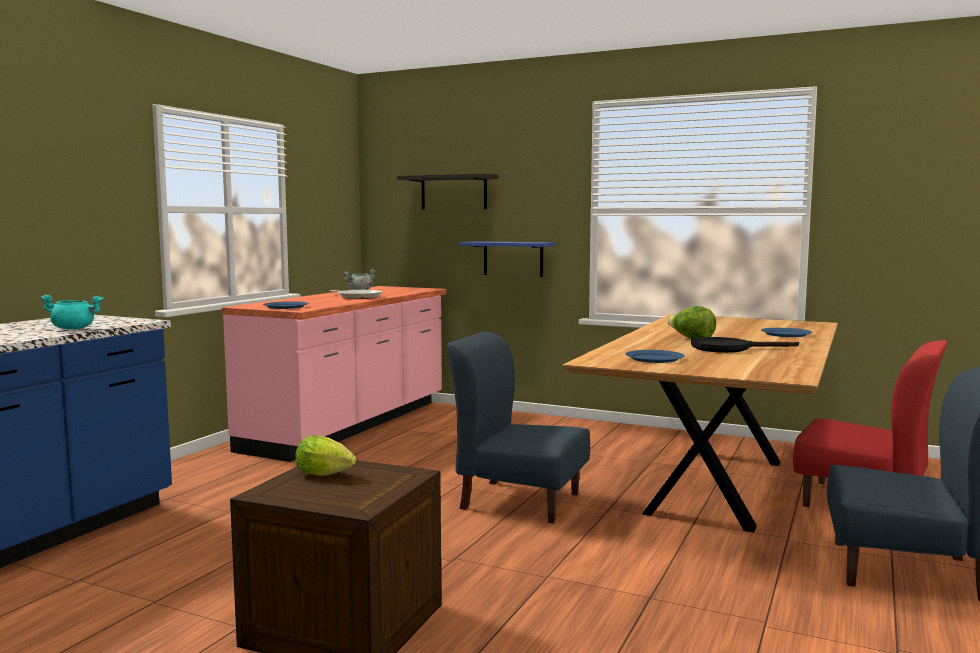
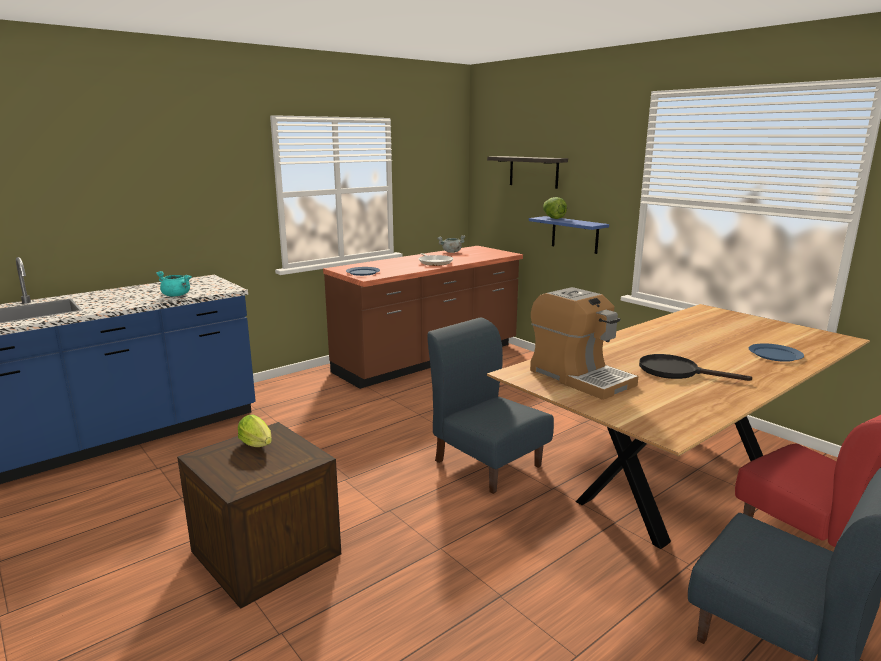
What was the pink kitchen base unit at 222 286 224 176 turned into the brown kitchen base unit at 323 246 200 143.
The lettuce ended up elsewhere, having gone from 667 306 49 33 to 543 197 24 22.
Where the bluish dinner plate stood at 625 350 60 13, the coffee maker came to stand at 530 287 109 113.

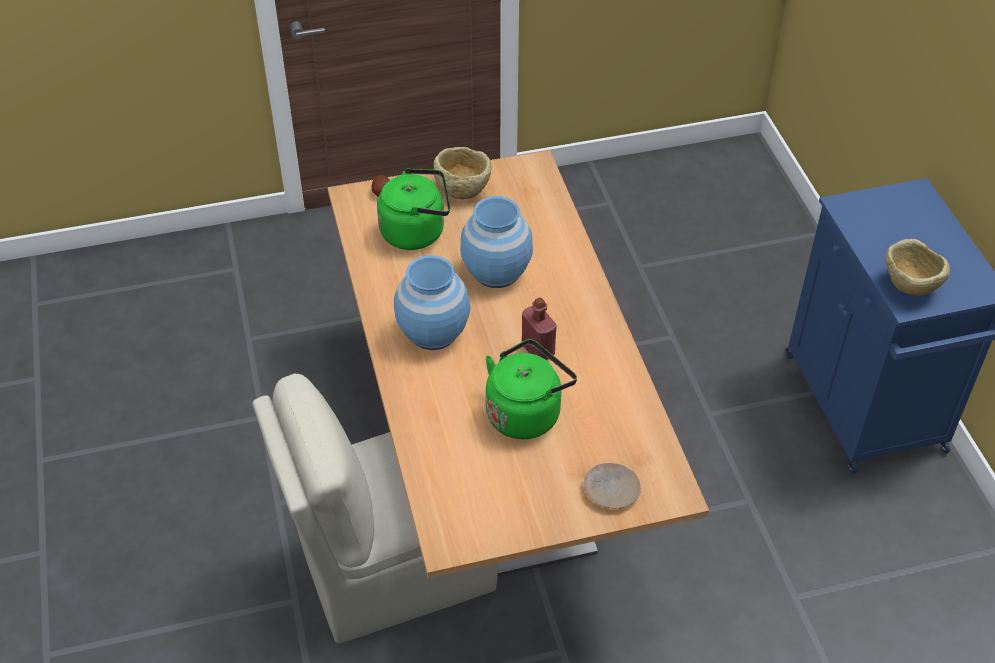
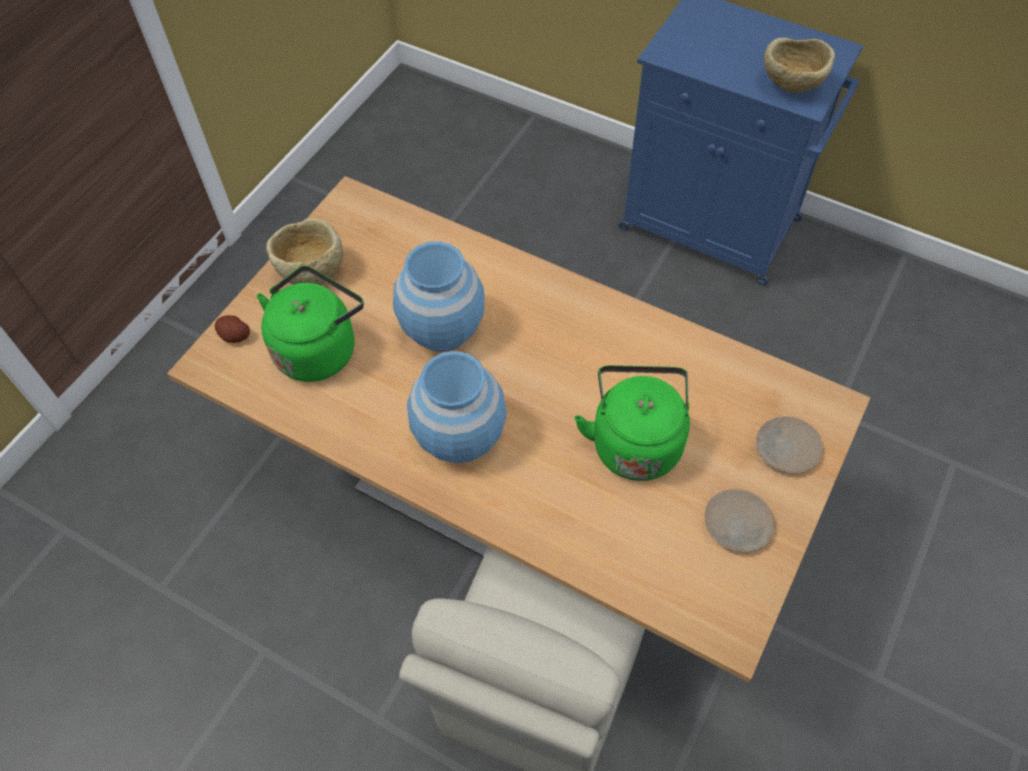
The second view lost the red-coloured bottle at 522 297 35 63.
The second view gained the beige-coloured dinner plate at 705 489 69 63.

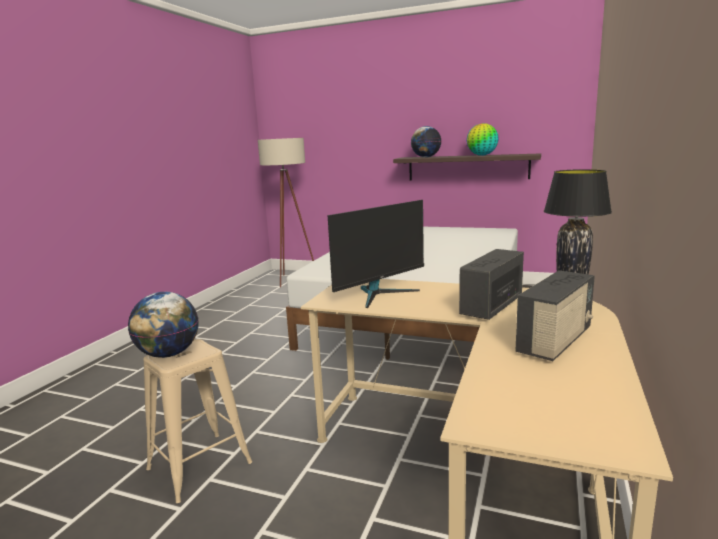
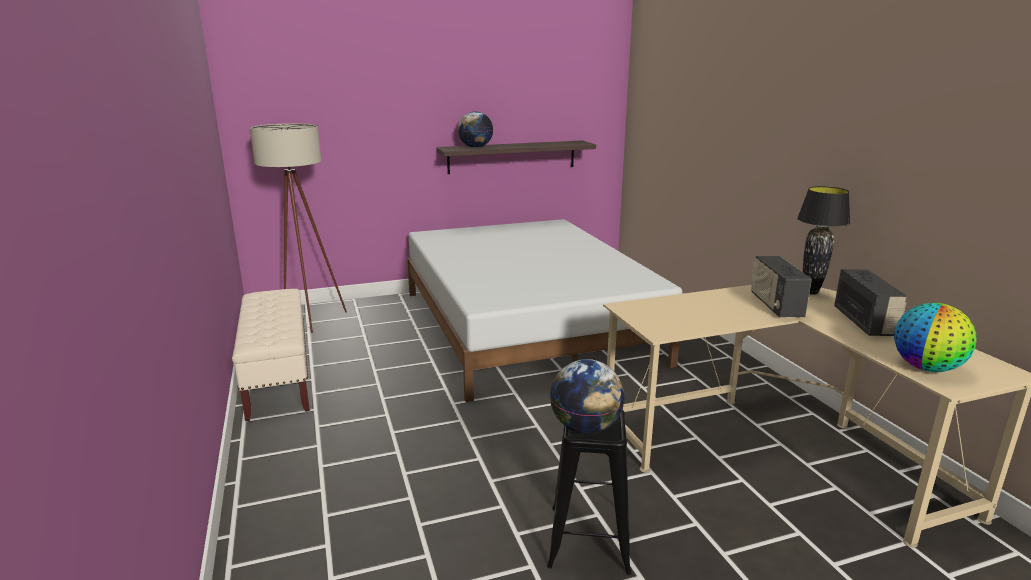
The desk globe ended up elsewhere, having gone from 466 123 33 33 to 894 303 83 69.
The second view lost the monitor at 328 200 96 108.
What was the beige-coloured stool seat at 143 339 109 164 turned into the blackish stool seat at 547 409 85 166.
The second view gained the beige-coloured bench at 232 289 78 132.

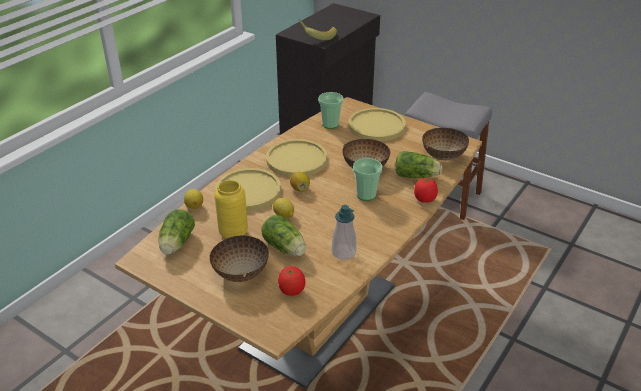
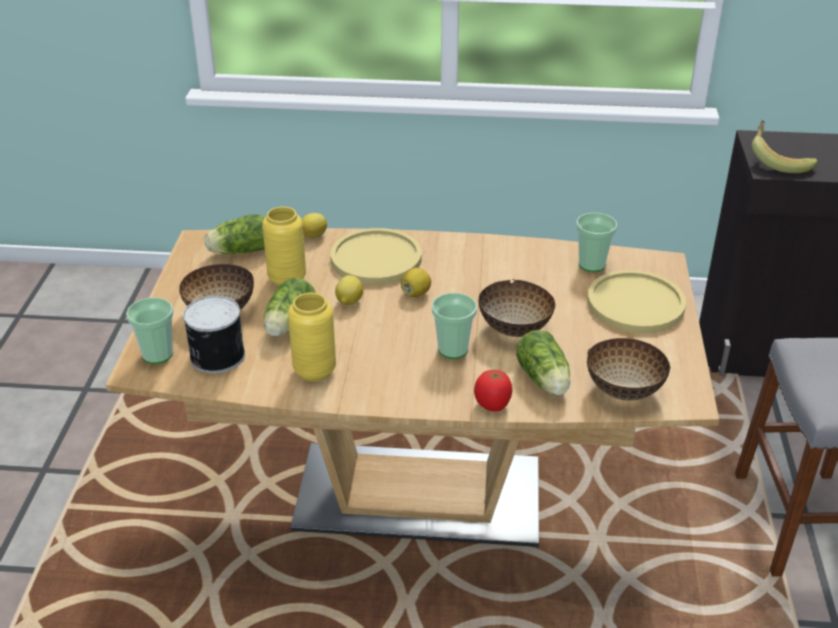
The second view lost the yellowish dinner plate at 266 139 61 38.
Where the liquid soap bottle stood at 332 205 24 55, the yellowish flower vase came to stand at 288 293 48 89.
Where the whole tomato stood at 278 266 28 30, the metal can came to stand at 183 296 62 78.
The second view gained the drinking cup at 126 298 48 66.

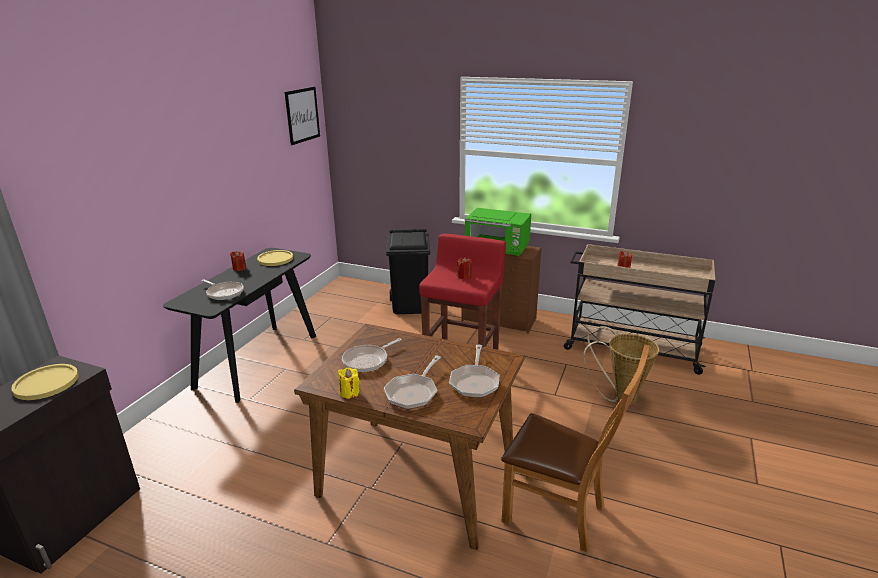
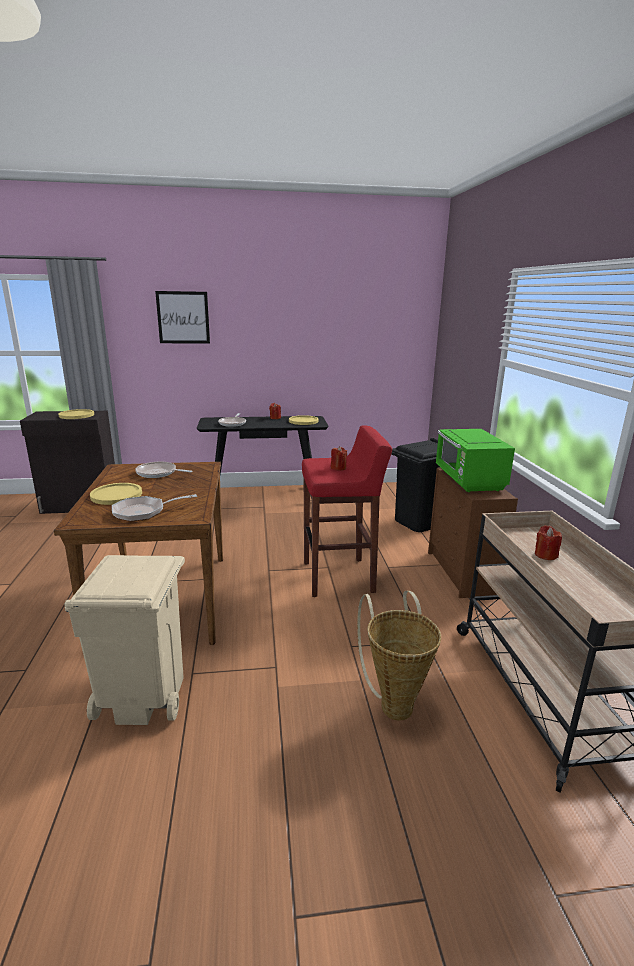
The wall picture ended up elsewhere, having gone from 285 87 35 58 to 155 291 55 53.
Where the brown upright chair stood at 501 345 148 207, the beige-coloured waste bin came to stand at 65 555 120 170.
Where the frying pan stood at 384 356 57 53, the yellowish dinner plate came to stand at 90 483 52 22.
The second view lost the yellowish wax candle at 338 367 22 32.

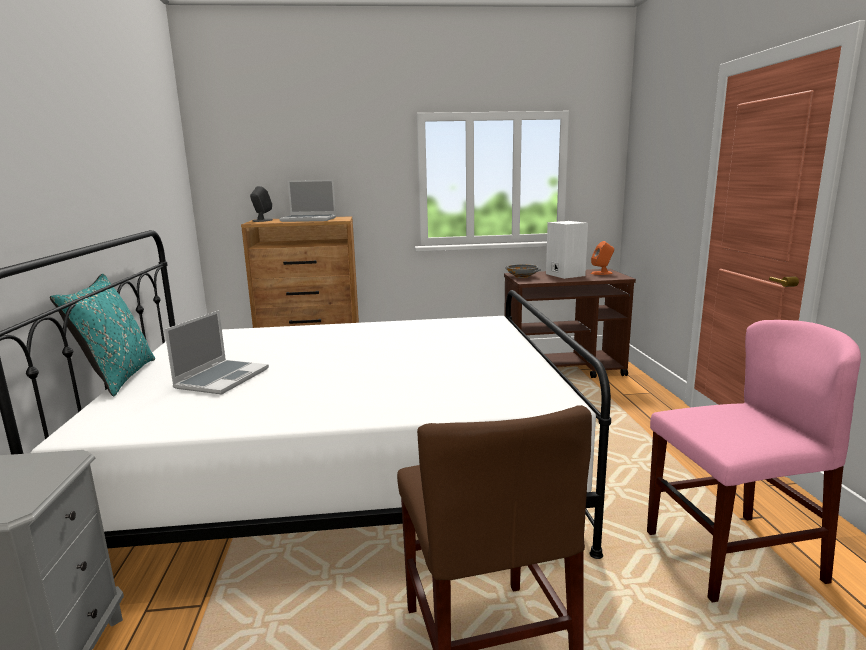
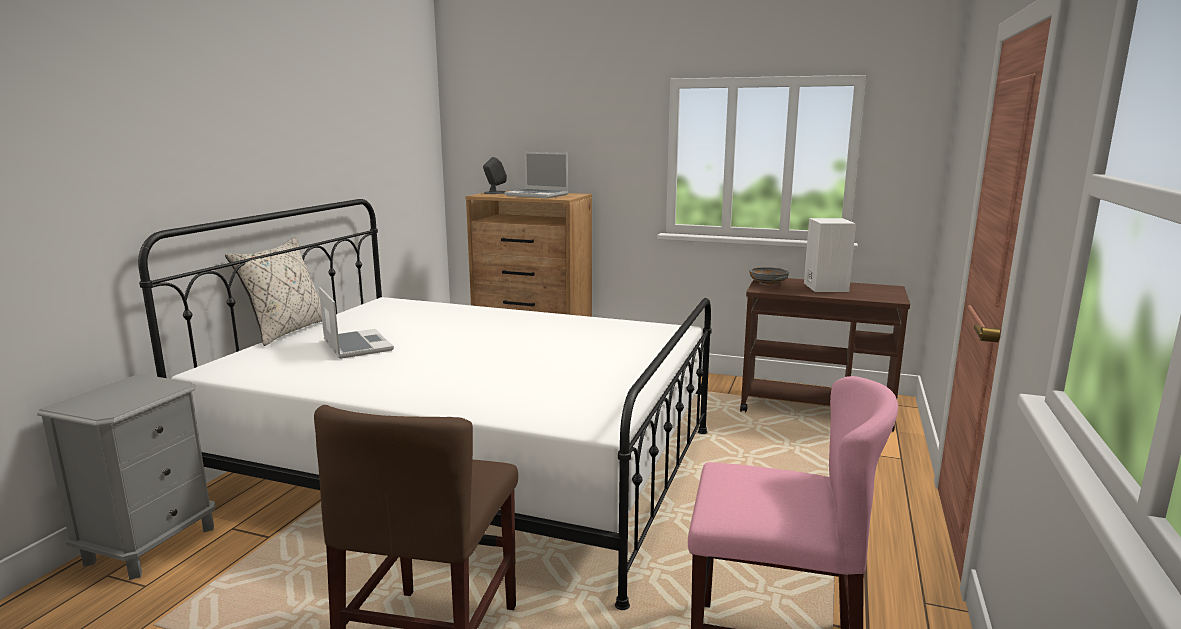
The second view lost the orangey speaker at 591 241 23 34.
What was the turquoise-coloured cushion at 50 273 105 124 turned into the beige-coloured cushion at 225 237 97 109.
The portable computer at 164 310 105 85 ended up facing another way, 75 degrees counterclockwise from before.

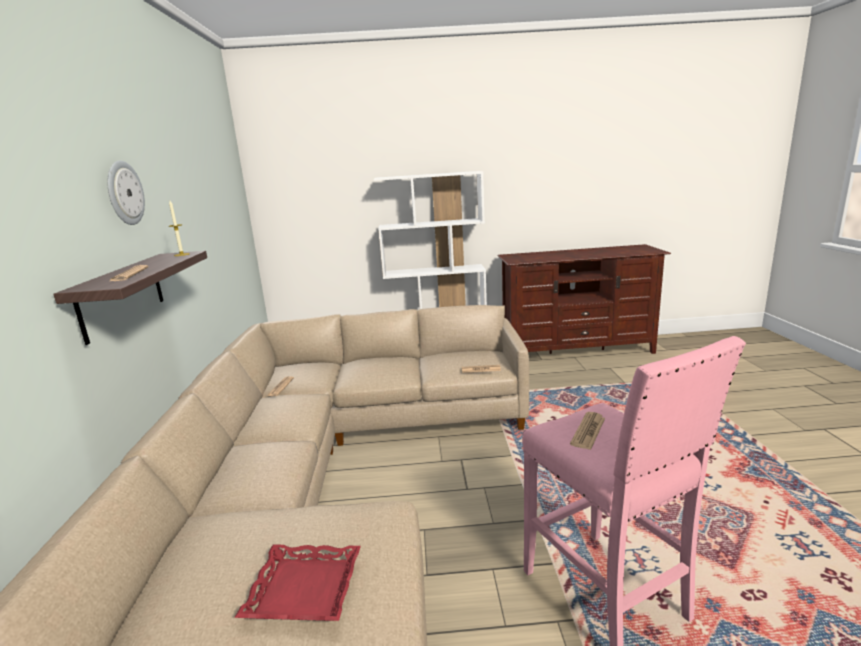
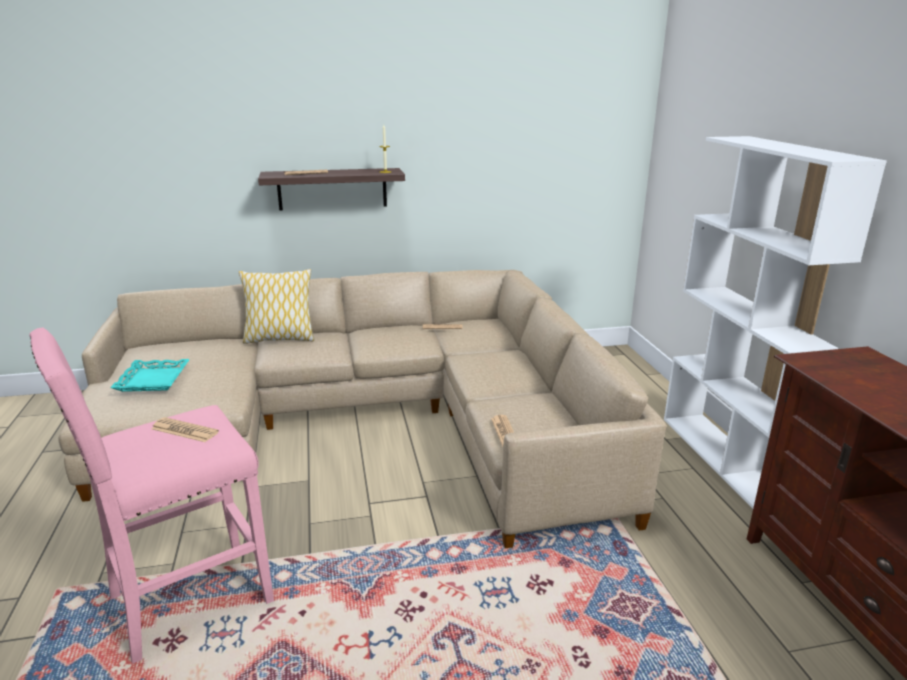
The second view lost the clock on the wall at 107 161 38 64.
What was the red-coloured serving tray at 235 545 126 76 turned into the turquoise-coloured serving tray at 110 359 80 33.
The second view gained the cushion at 239 269 76 75.

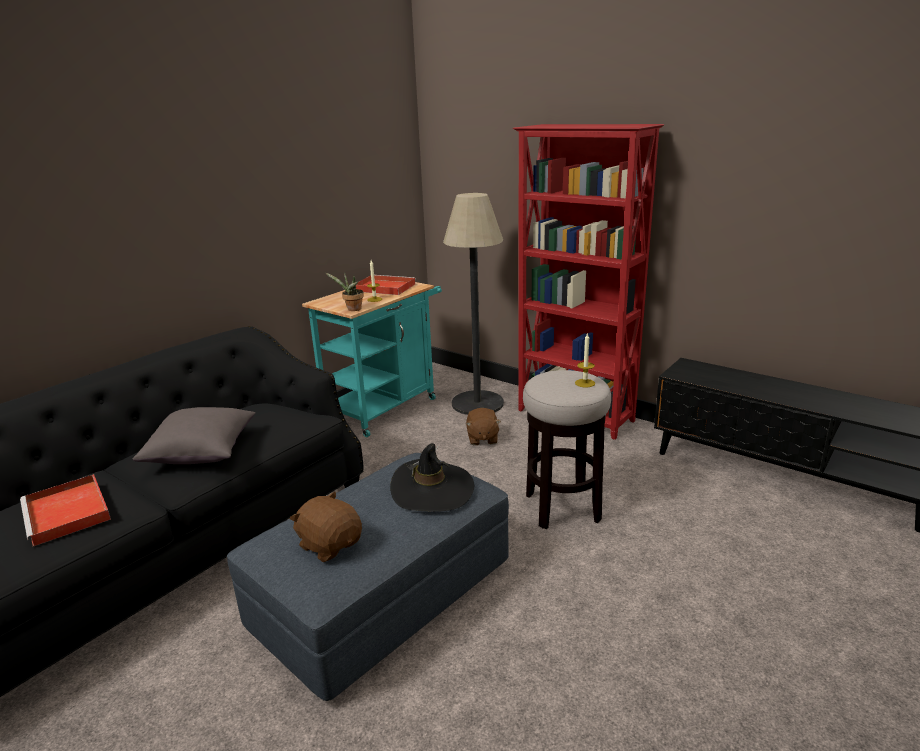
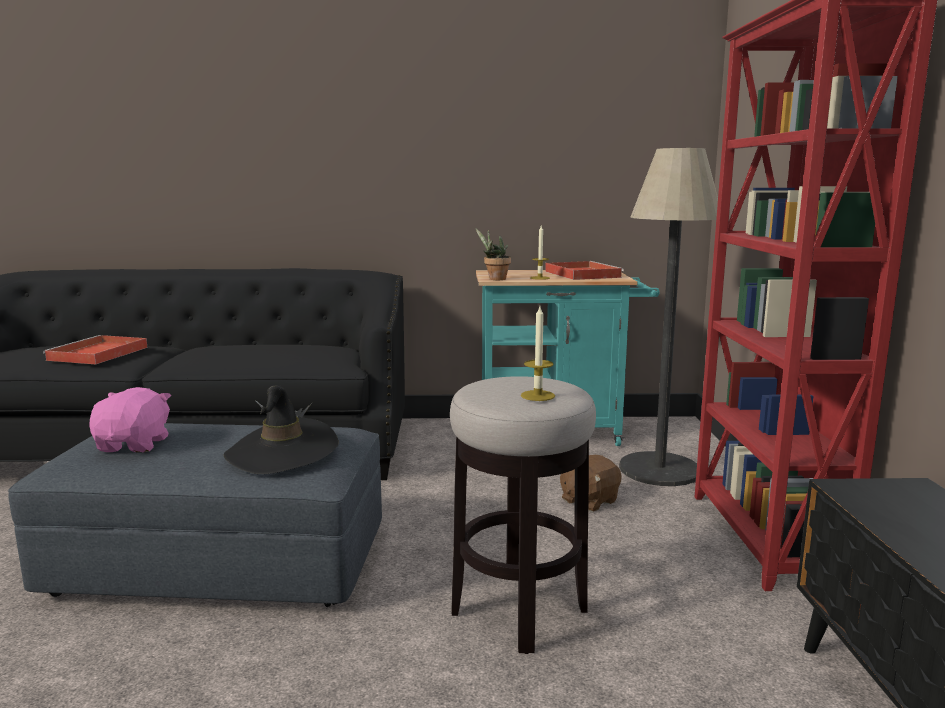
The second view lost the grey cushion at 133 407 123 57.
What was the brown cuddly toy at 290 491 72 71 turned into the pink cuddly toy at 89 387 82 66.

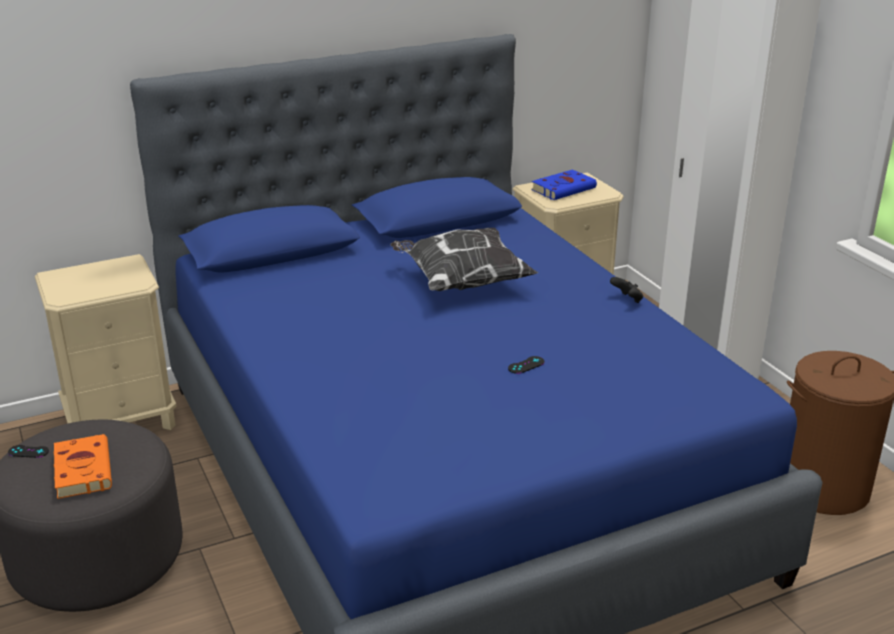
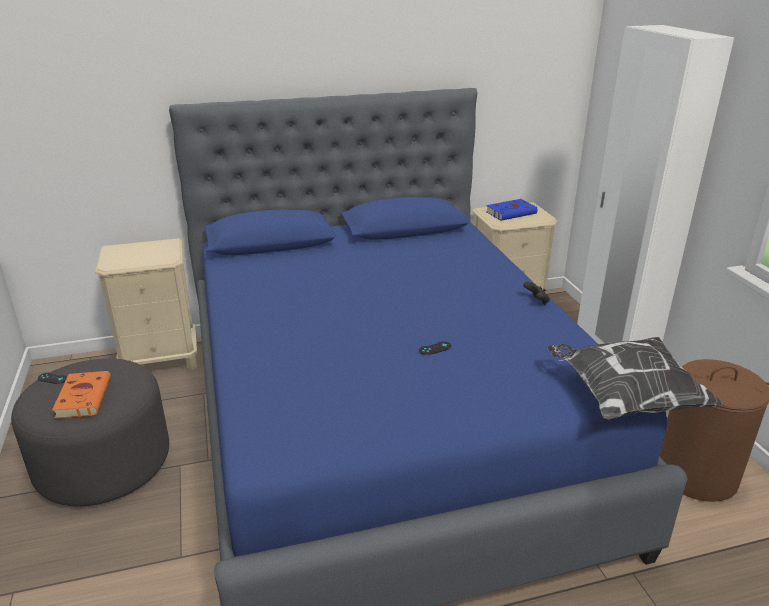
The cushion ended up elsewhere, having gone from 390 228 148 63 to 547 337 179 82.

